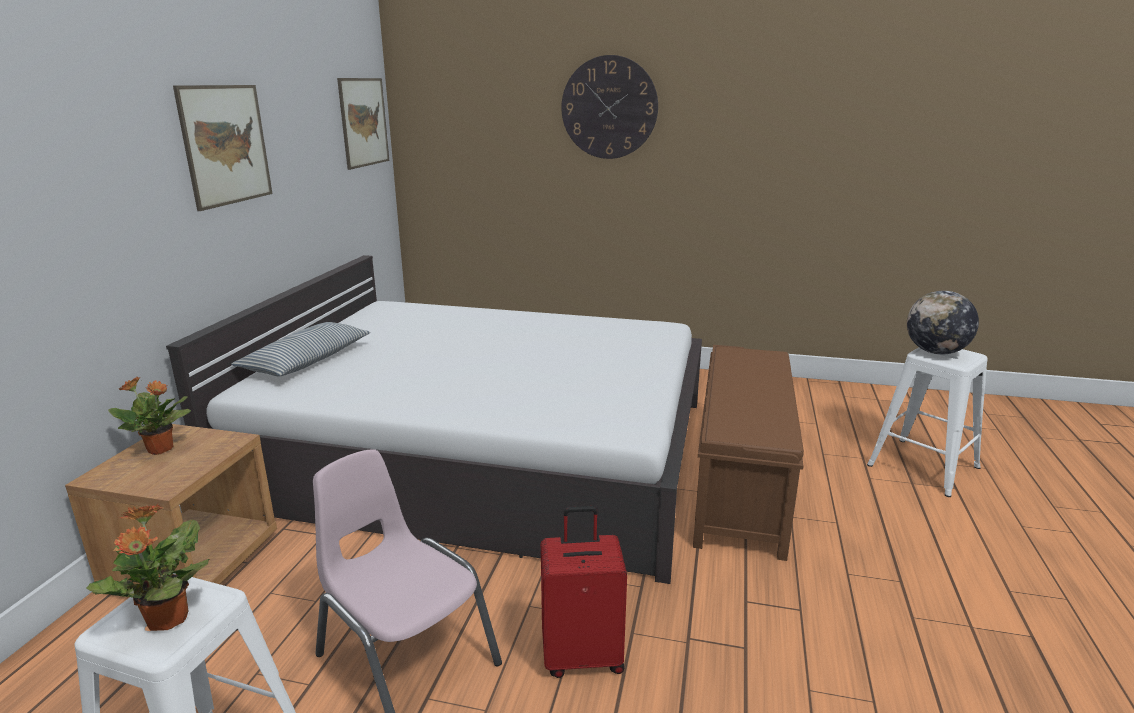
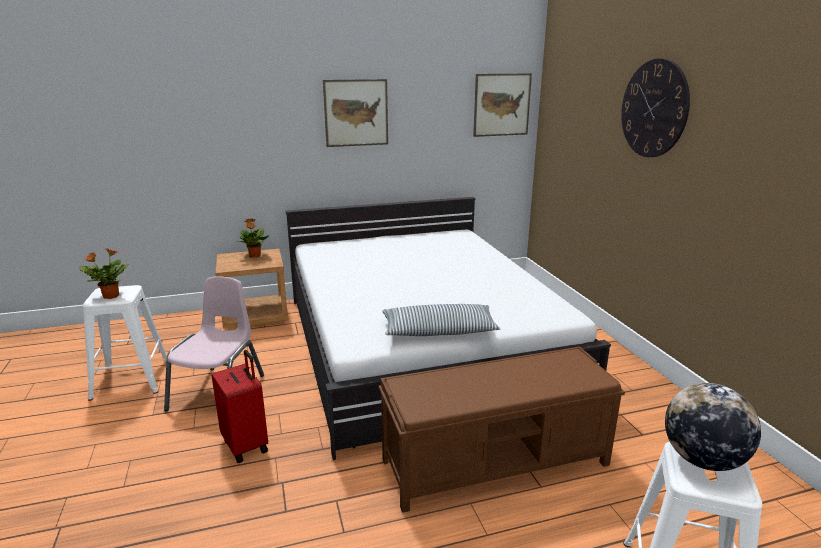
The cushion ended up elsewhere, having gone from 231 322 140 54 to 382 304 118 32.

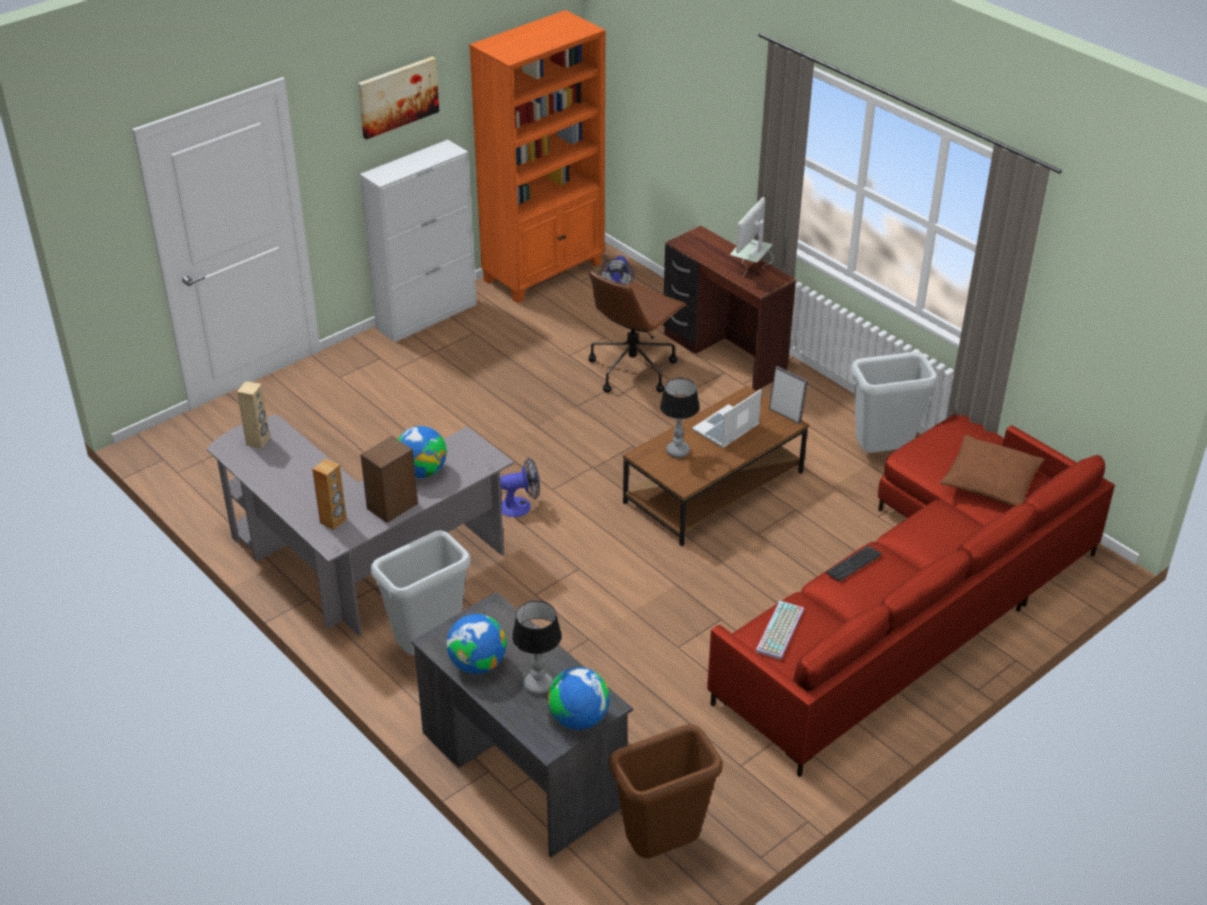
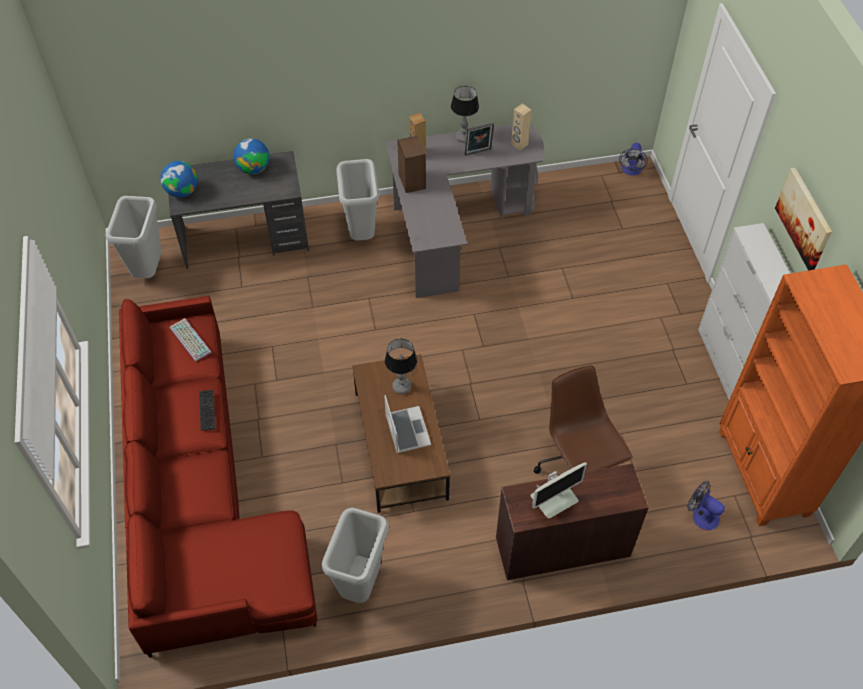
The monitor at 730 197 44 80 ended up facing another way, 90 degrees clockwise from before.
The photo frame ended up elsewhere, having gone from 769 366 39 58 to 465 123 29 33.
The second view lost the desk globe at 398 426 49 52.
The second view lost the brown cushion at 940 435 105 71.
The electric fan ended up elsewhere, having gone from 500 458 40 59 to 619 143 29 33.
The lamp for a table ended up elsewhere, having gone from 512 601 50 94 to 451 86 28 57.
What was the brown waste bin at 609 724 114 134 turned into the grey waste bin at 105 196 57 82.

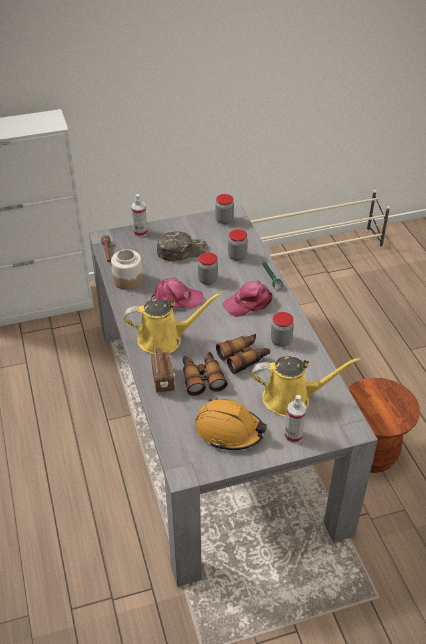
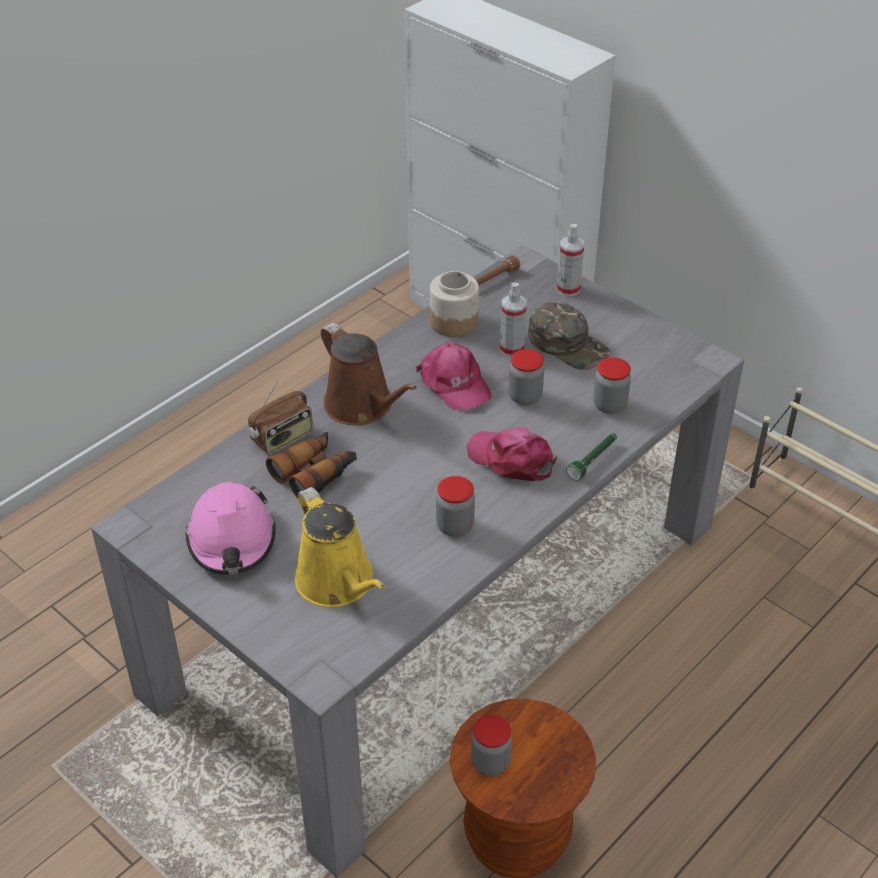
The jar ended up elsewhere, having gone from 216 194 18 30 to 471 715 41 61.
What was the yellowish watering can at 124 293 97 61 turned into the brown watering can at 321 323 96 102.
The second view lost the field glasses at 216 334 54 40.
The spray bottle ended up elsewhere, having gone from 284 395 22 48 to 500 282 27 75.
What was the orangey hard hat at 195 397 72 53 turned into the pink hard hat at 185 482 91 92.

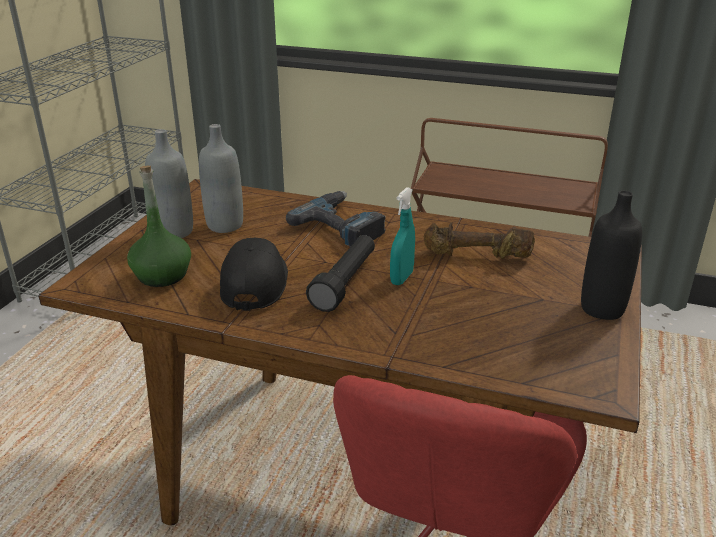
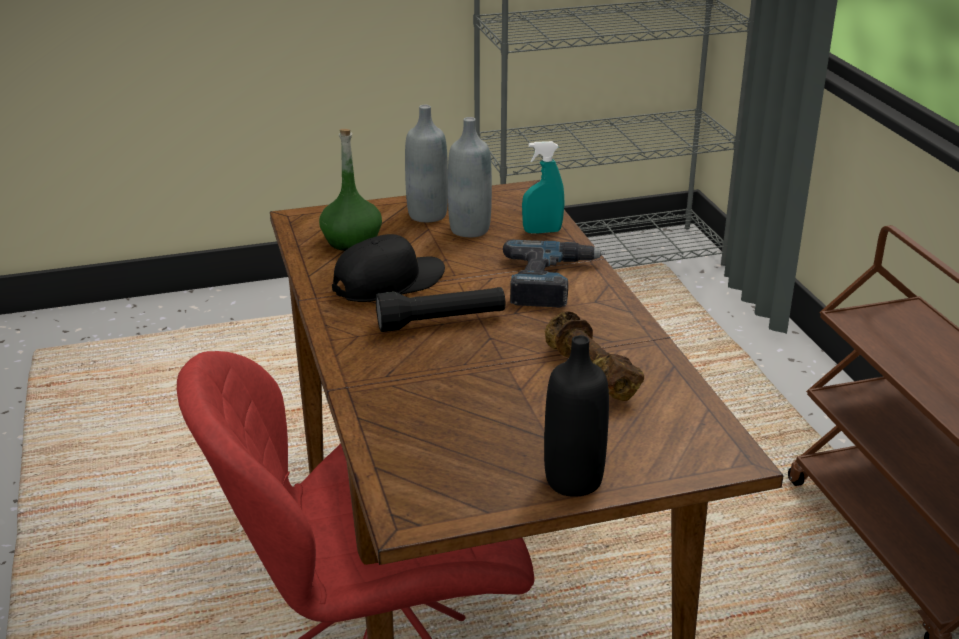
The turquoise-coloured spray bottle ended up elsewhere, having gone from 390 187 25 98 to 522 141 43 92.

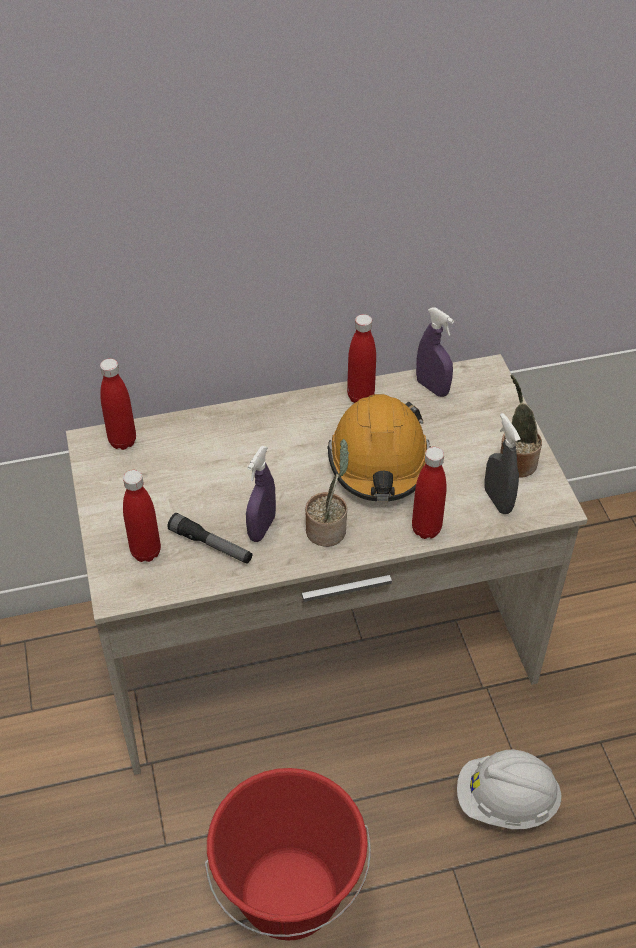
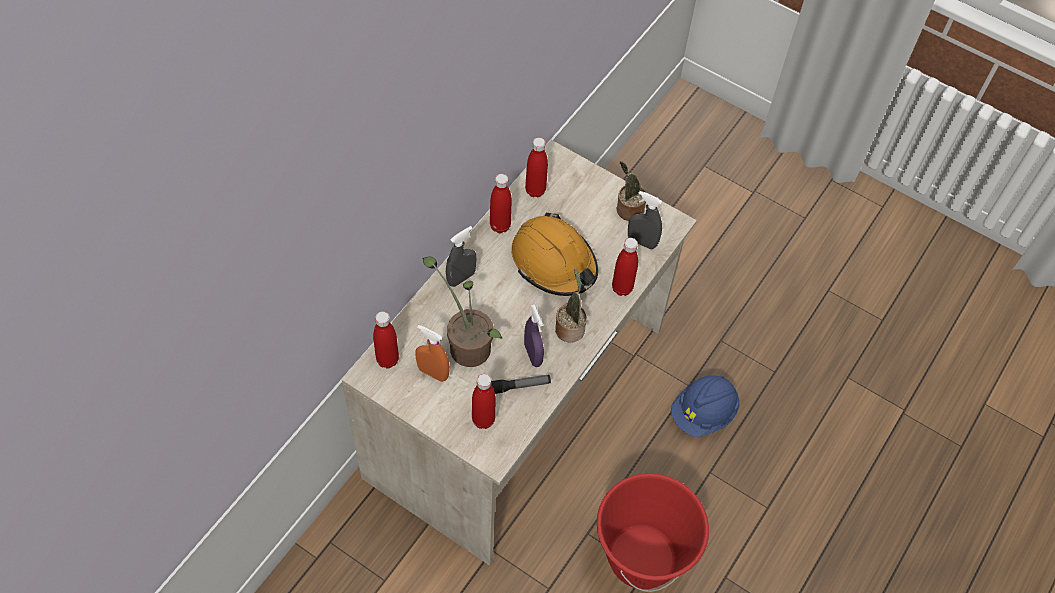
Where the purple spray bottle stood at 416 307 38 90, the red-coloured bottle came to stand at 525 137 23 61.
What was the whitish hard hat at 457 749 105 80 turned into the bluish hard hat at 671 376 68 61.
The second view gained the grey spray bottle at 446 226 30 61.
The second view gained the plant in a pot at 422 257 81 110.
The second view gained the orangey spray bottle at 415 325 35 57.

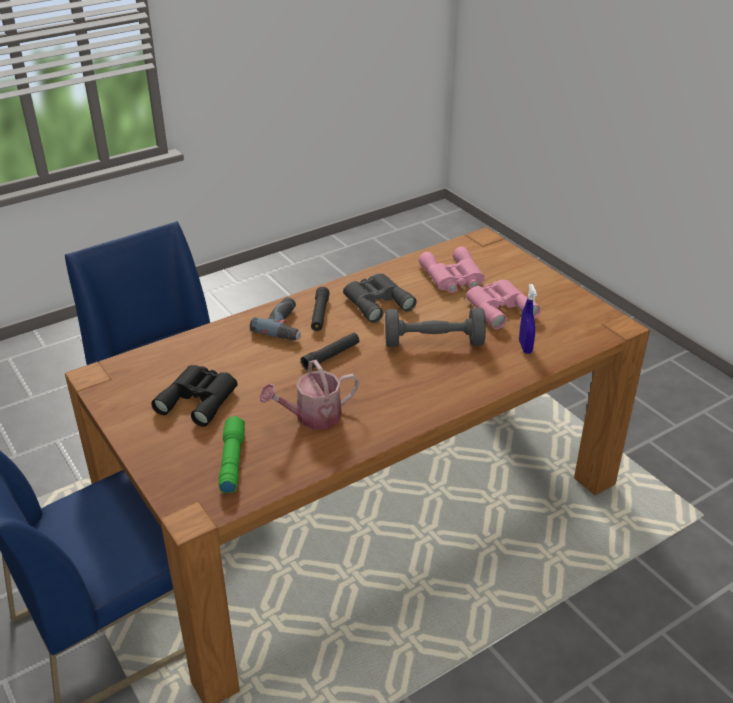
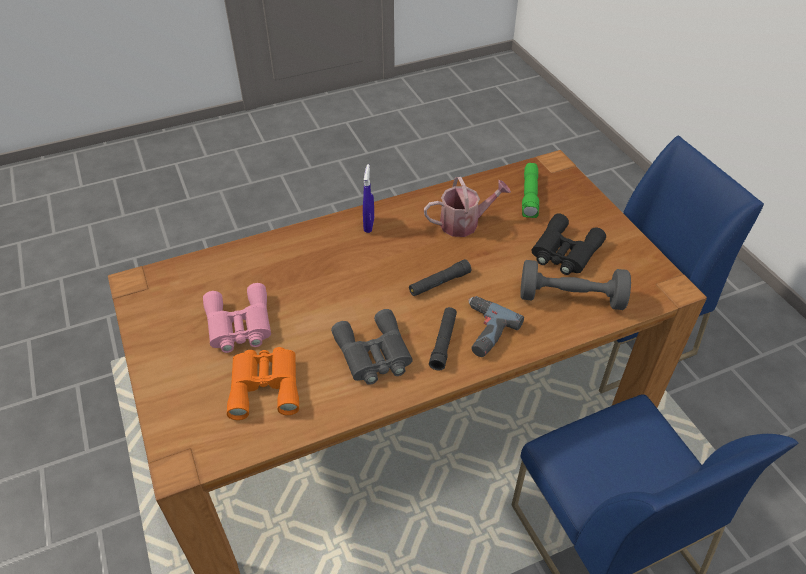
What was the pink field glasses at 419 247 66 46 turned into the orangey field glasses at 227 347 72 73.
The bluish spray bottle ended up elsewhere, having gone from 519 284 18 70 to 363 164 11 69.
The grey hand weight ended up elsewhere, having gone from 385 308 101 39 to 520 260 111 50.

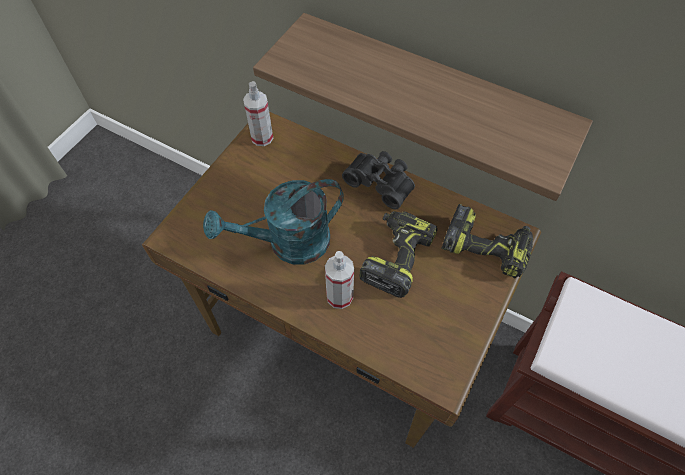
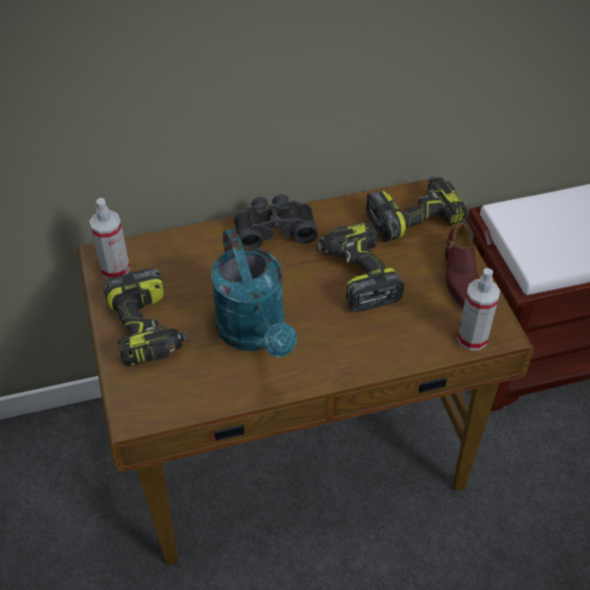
The second view lost the wall shelf at 253 13 340 188.
The turquoise-coloured watering can at 203 179 141 86 ended up facing another way, 45 degrees counterclockwise from before.
The spray bottle ended up elsewhere, having gone from 325 251 29 58 to 457 268 43 82.
The second view gained the brown low shoe at 445 222 33 86.
The second view gained the power drill at 104 268 84 98.

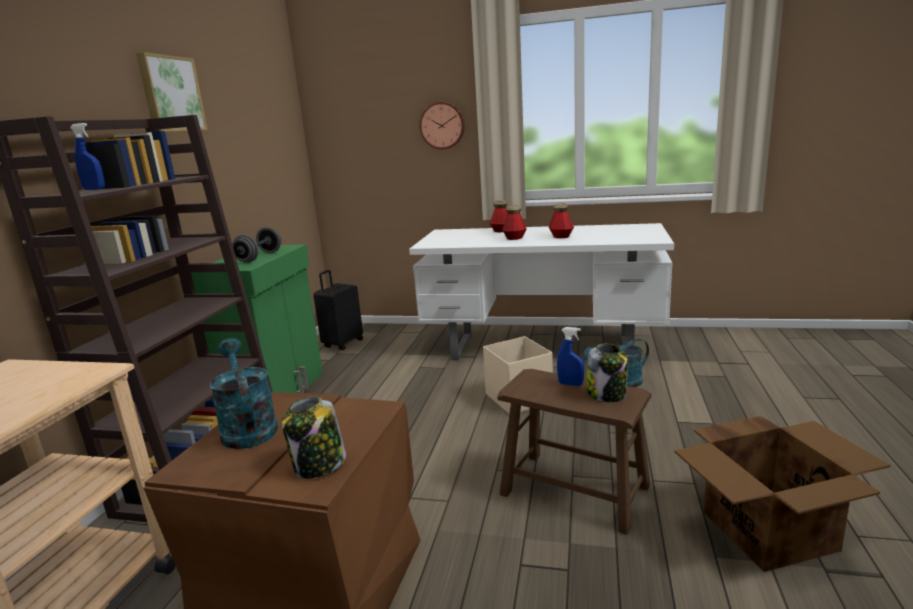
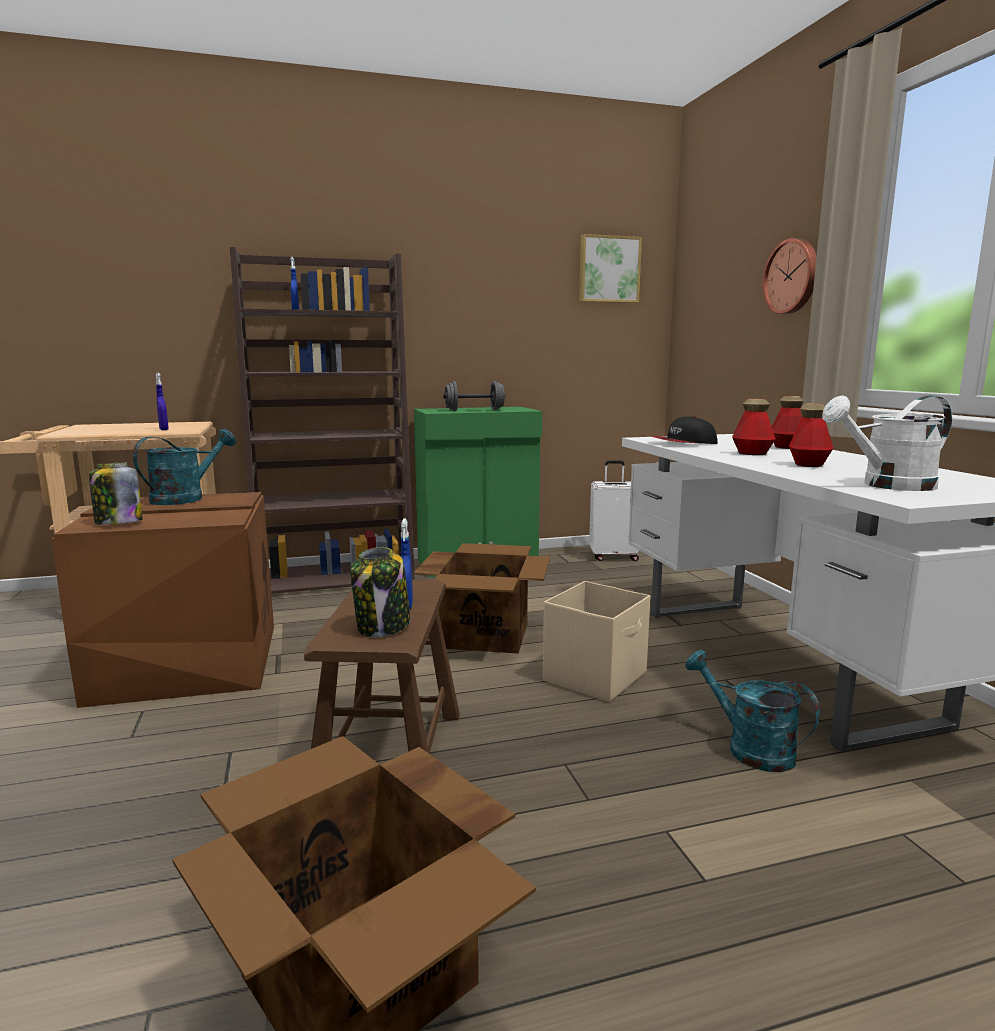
The wall picture ended up elsewhere, having gone from 136 52 71 80 to 579 234 63 69.
What was the blackish travel case at 313 270 50 80 turned into the whitish travel case at 589 461 50 100.
The second view gained the bluish spray bottle at 156 373 13 57.
The second view gained the whitish watering can at 822 396 130 95.
The second view gained the baseball cap at 651 416 67 28.
The second view gained the packing box at 414 543 136 111.

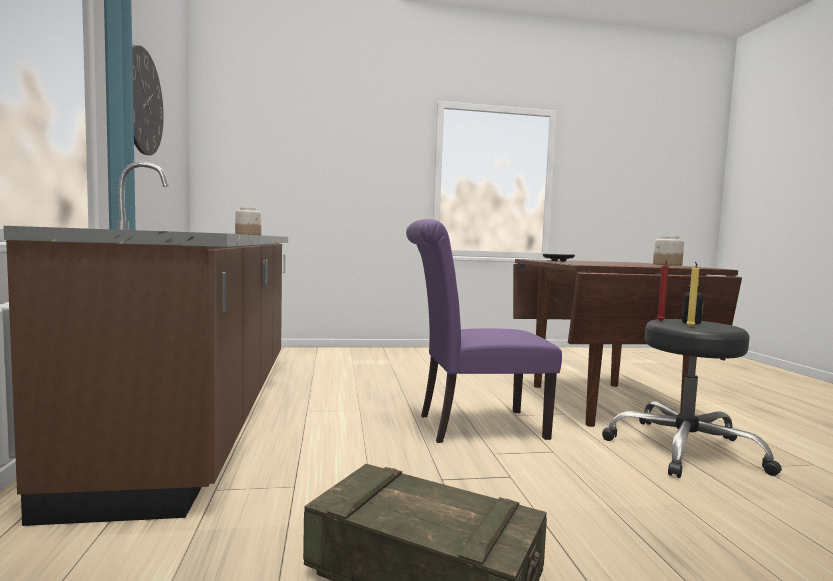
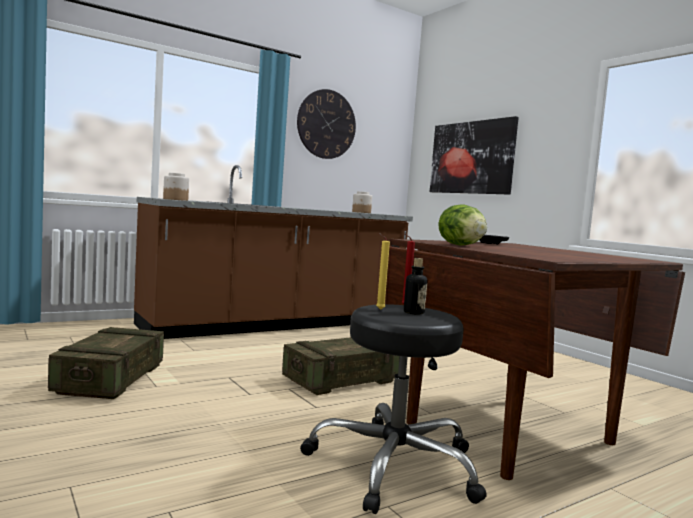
Where the purple upright chair stood at 406 219 156 224, the packing crate came to stand at 282 337 118 58.
The jar ended up elsewhere, having gone from 653 236 31 30 to 163 173 26 28.
The second view gained the wall picture at 430 116 89 79.
The second view gained the lettuce at 438 204 49 42.

